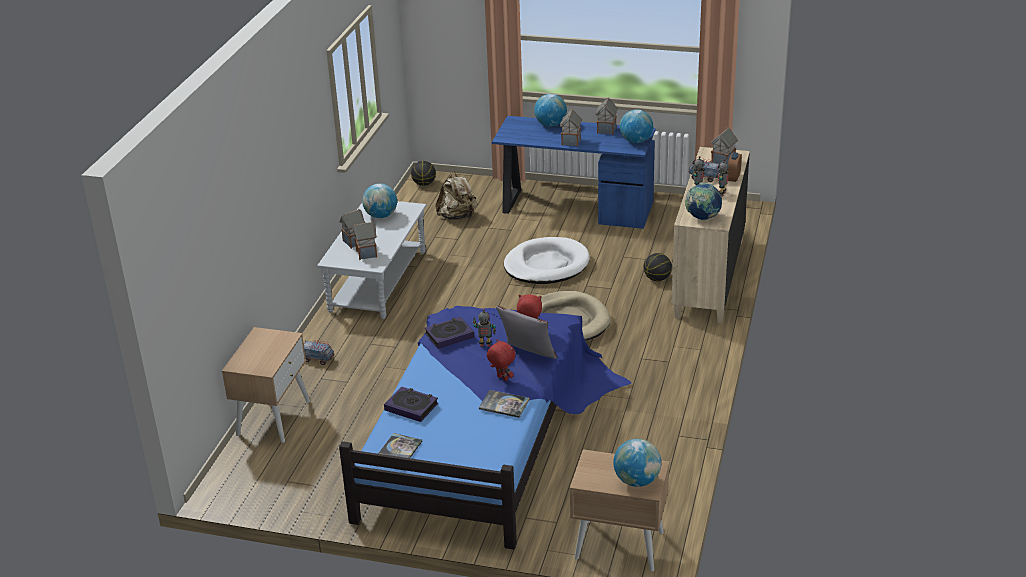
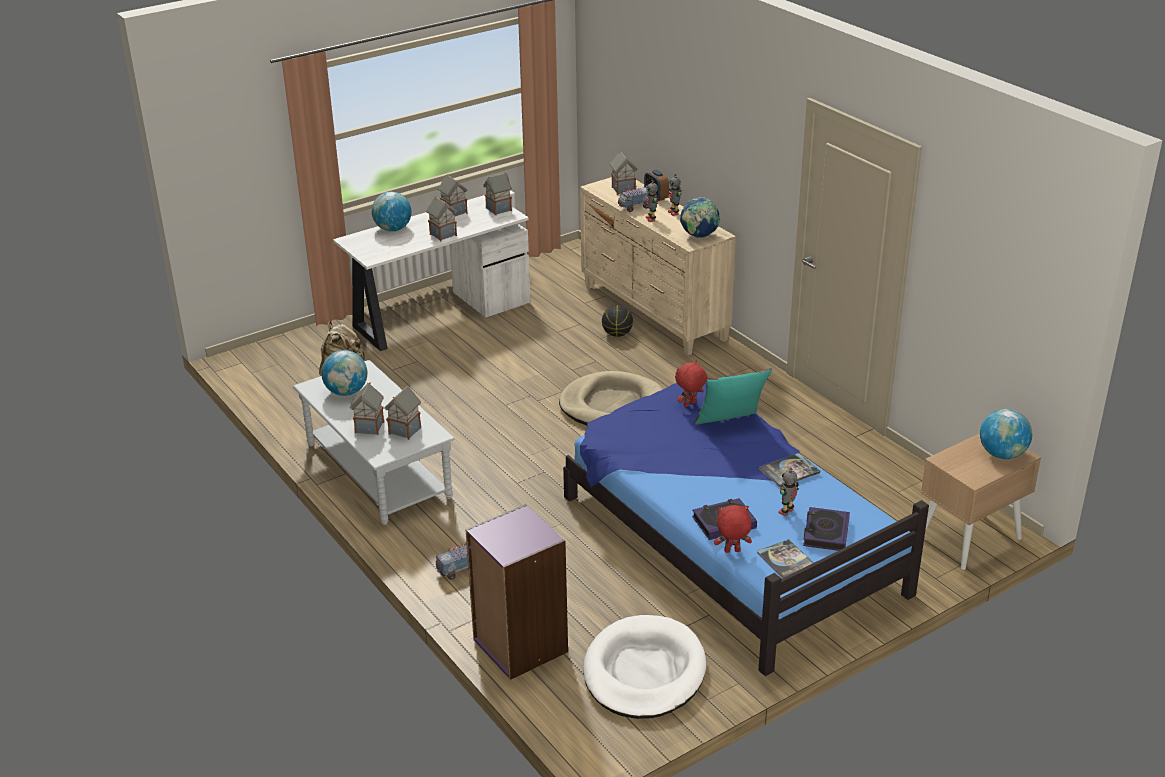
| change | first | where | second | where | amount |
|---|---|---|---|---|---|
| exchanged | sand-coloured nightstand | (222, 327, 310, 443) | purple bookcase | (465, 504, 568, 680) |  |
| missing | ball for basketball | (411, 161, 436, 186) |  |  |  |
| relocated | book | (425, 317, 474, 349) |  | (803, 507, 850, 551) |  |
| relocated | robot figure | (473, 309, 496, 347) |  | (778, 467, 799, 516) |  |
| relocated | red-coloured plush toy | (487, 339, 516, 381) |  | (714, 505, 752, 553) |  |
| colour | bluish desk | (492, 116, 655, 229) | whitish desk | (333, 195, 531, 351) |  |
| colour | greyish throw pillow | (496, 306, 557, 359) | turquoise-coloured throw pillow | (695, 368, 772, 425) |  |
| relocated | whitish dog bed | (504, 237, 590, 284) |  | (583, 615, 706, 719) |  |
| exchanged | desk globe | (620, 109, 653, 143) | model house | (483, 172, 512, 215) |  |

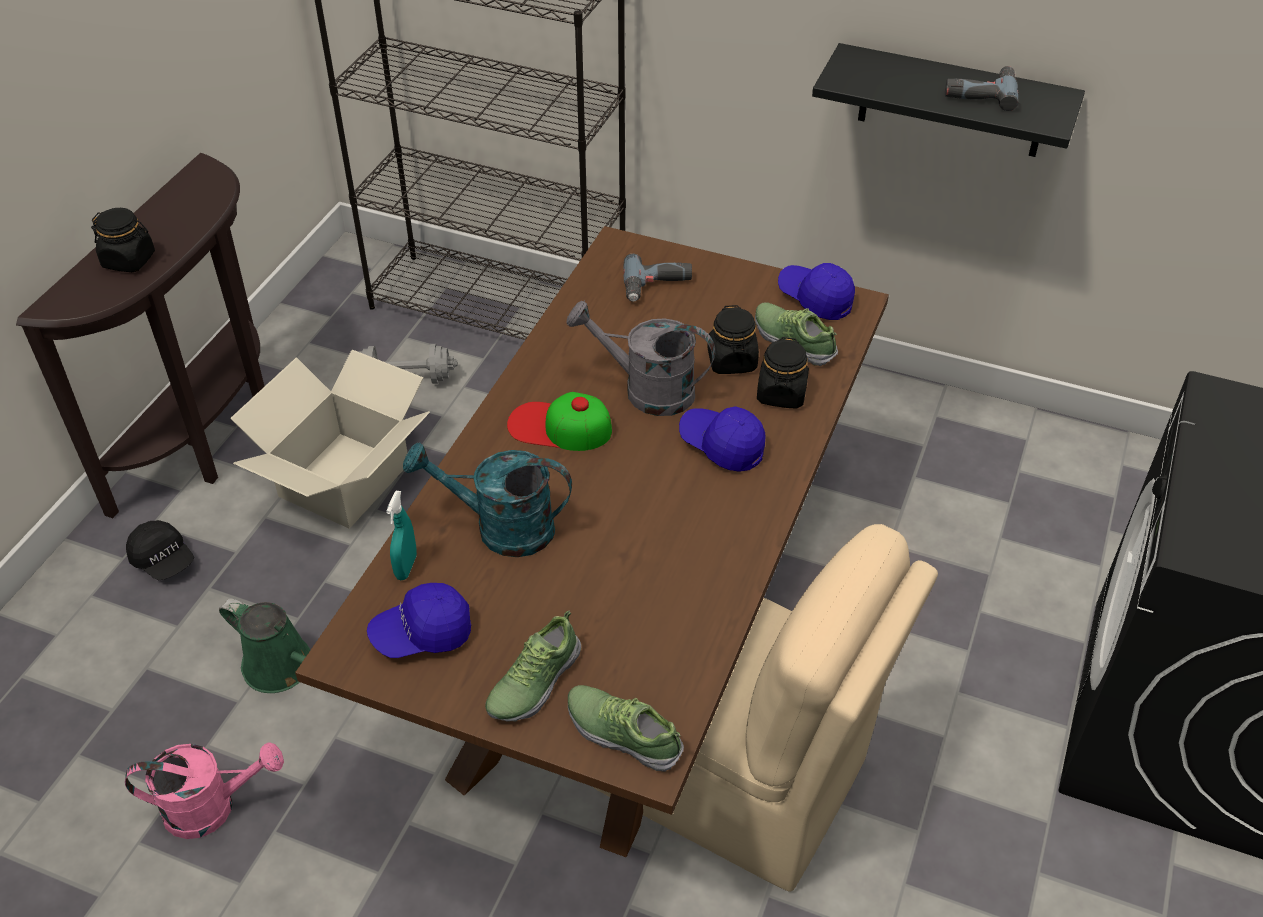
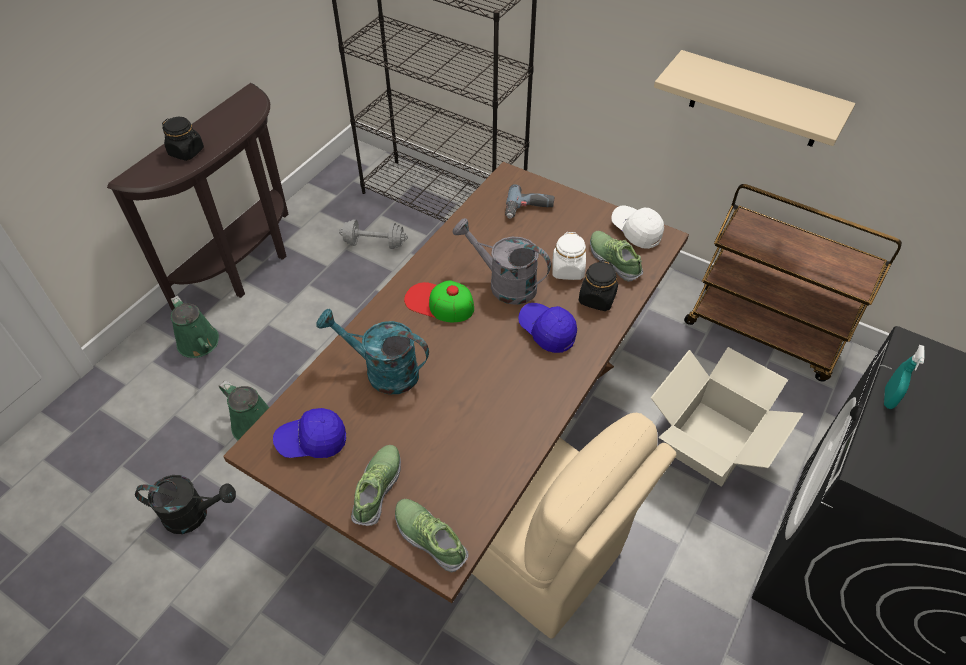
| change | first | where | second | where | amount |
|---|---|---|---|---|---|
| colour | pinkish sprinkling can | (125, 742, 284, 839) | black sprinkling can | (135, 475, 236, 534) |  |
| exchanged | black cap | (126, 520, 194, 580) | green sprinkling can | (171, 296, 219, 358) |  |
| relocated | carton | (230, 349, 430, 529) |  | (651, 347, 803, 487) |  |
| relocated | turquoise-coloured sprayer | (386, 491, 417, 580) |  | (884, 345, 925, 409) |  |
| spun | item of footwear | (485, 611, 581, 722) |  | (351, 445, 401, 526) | 150 degrees clockwise |
| colour | black preserve jar | (707, 305, 759, 374) | whitish preserve jar | (552, 232, 586, 280) |  |
| colour | bluish cap | (778, 263, 855, 320) | whitish cap | (611, 205, 664, 249) |  |
| colour | black wall shelf | (812, 43, 1085, 157) | sand-coloured wall shelf | (654, 50, 855, 147) |  |
| missing | drill | (945, 66, 1019, 111) |  |  |  |
| appeared |  |  | brown-coloured wheeled cart | (684, 184, 902, 382) |  |

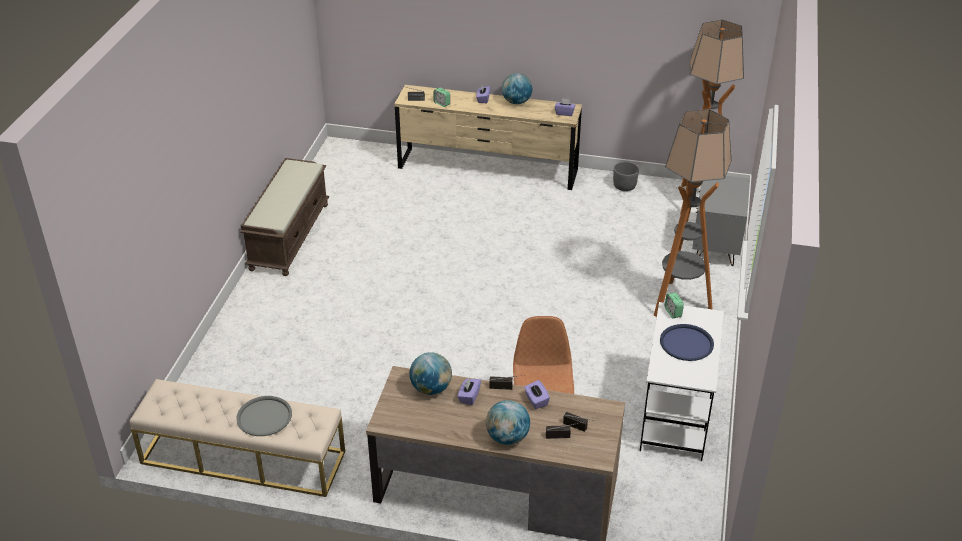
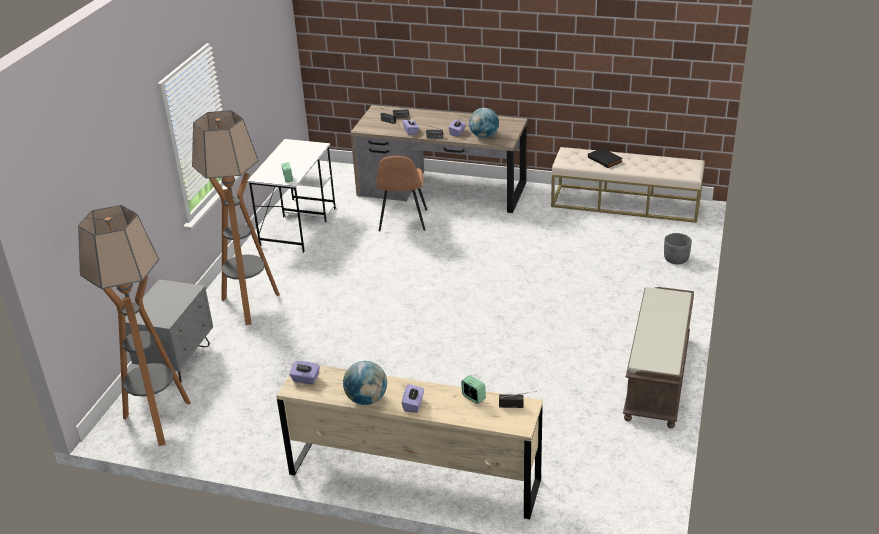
| change | first | where | second | where | amount |
|---|---|---|---|---|---|
| exchanged | greyish tray | (236, 396, 292, 436) | black book | (588, 148, 623, 168) |  |
| missing | desk globe | (486, 400, 530, 445) |  |  |  |
| relocated | greyish flower pot | (613, 162, 639, 191) |  | (664, 233, 692, 264) |  |
| missing | bluish tray | (660, 324, 714, 361) |  |  |  |

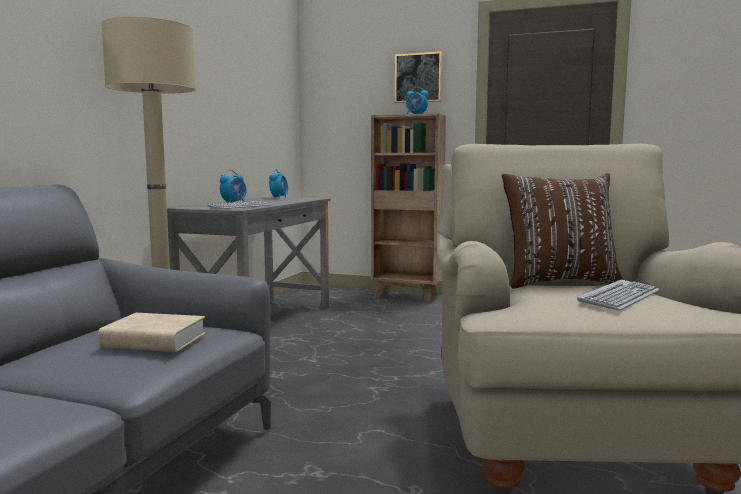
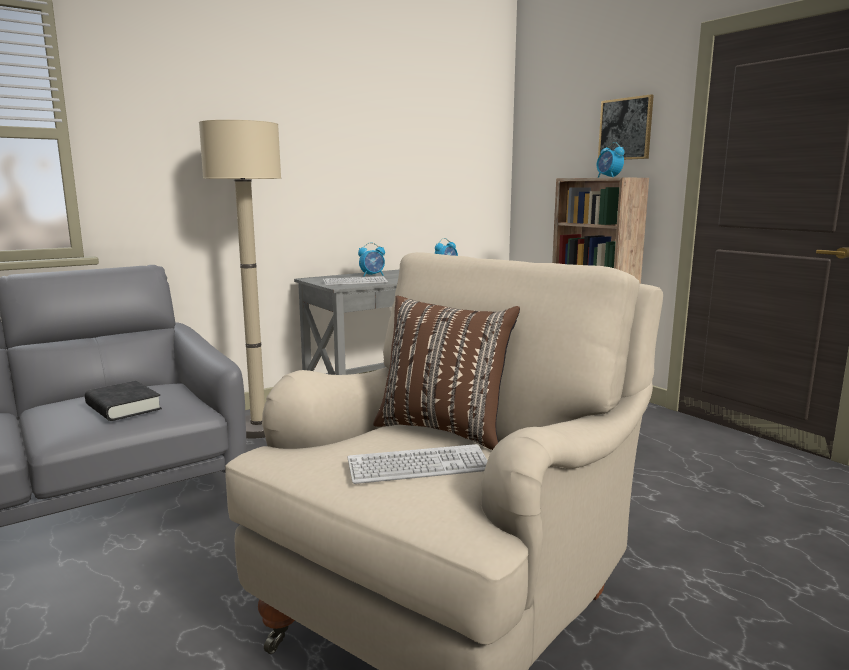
| change | first | where | second | where | amount |
|---|---|---|---|---|---|
| colour | sand-coloured book | (98, 313, 206, 352) | black book | (85, 381, 162, 421) |  |

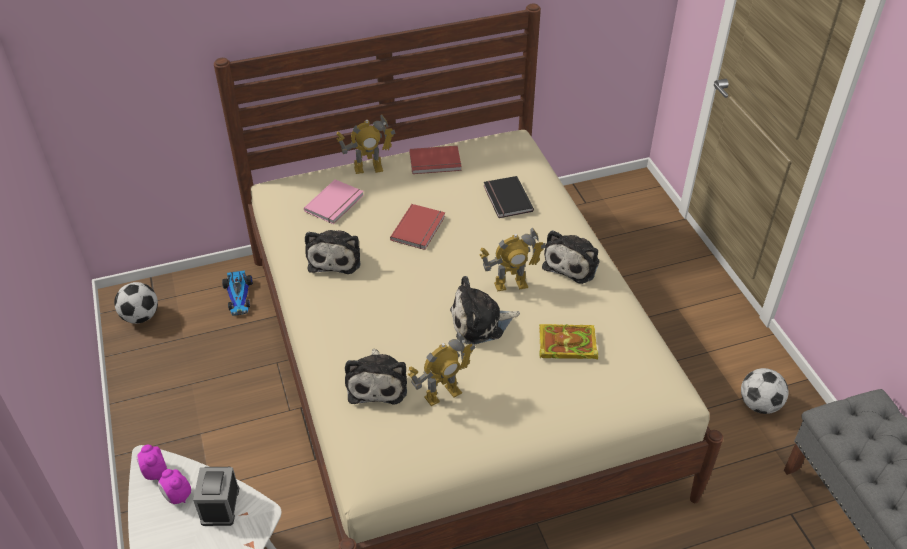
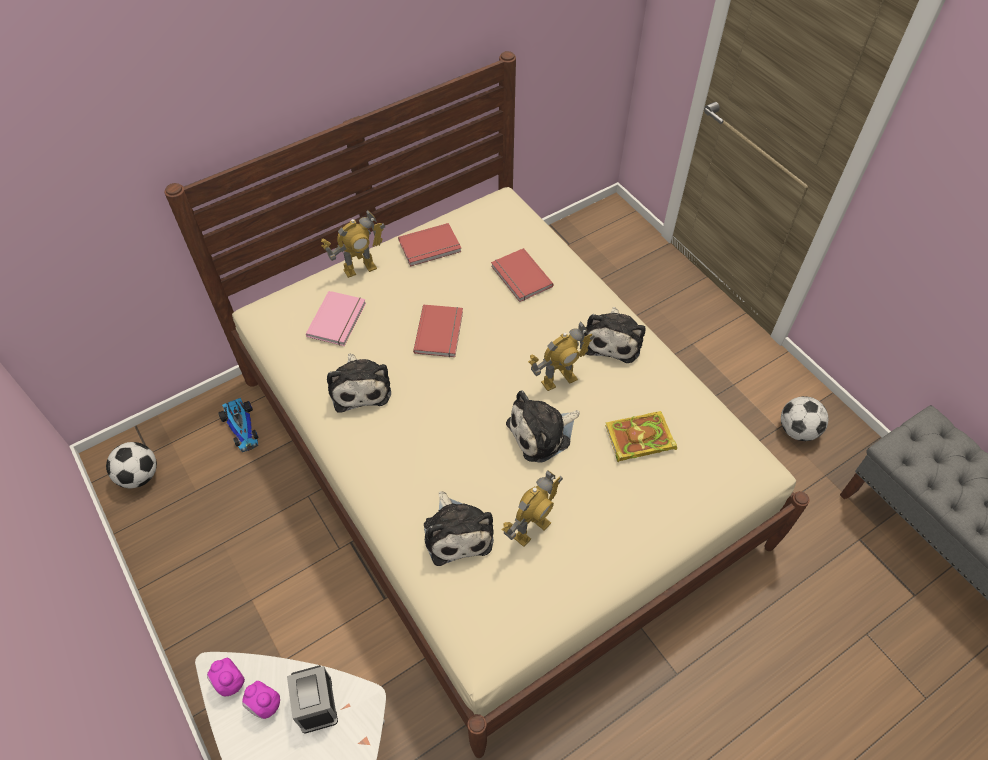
| change | first | where | second | where | amount |
|---|---|---|---|---|---|
| colour | black book | (484, 176, 534, 218) | red-coloured book | (491, 248, 553, 302) |  |

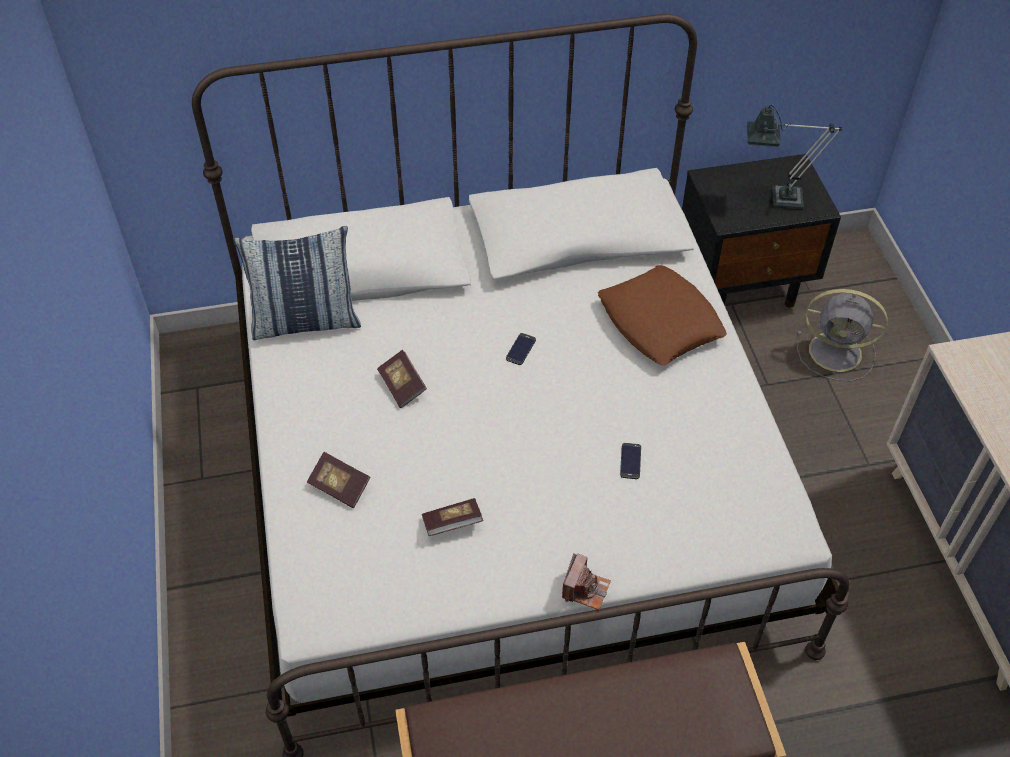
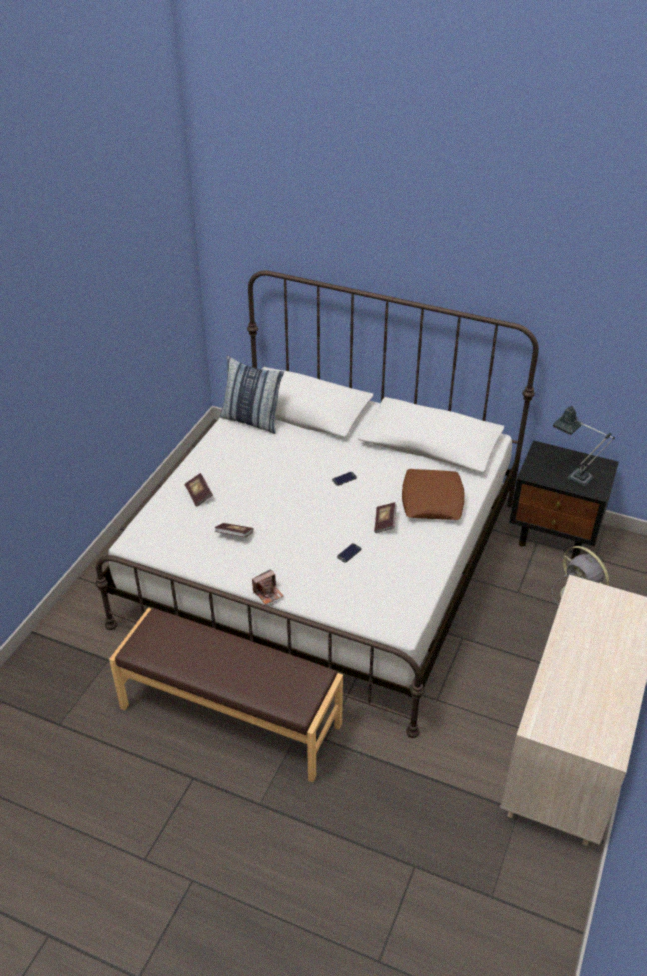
| change | first | where | second | where | amount |
|---|---|---|---|---|---|
| relocated | book | (377, 350, 427, 408) |  | (374, 502, 397, 533) |  |

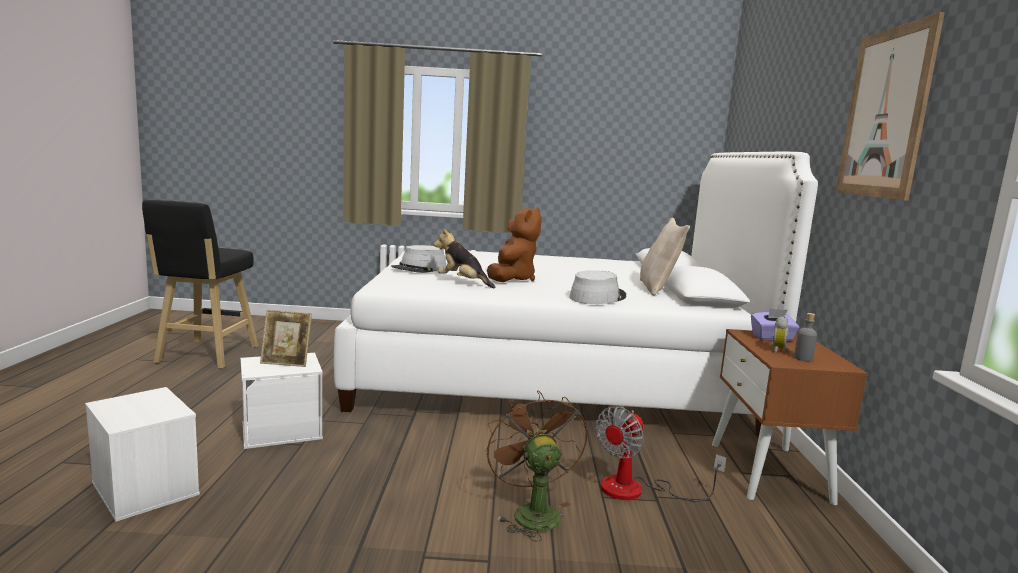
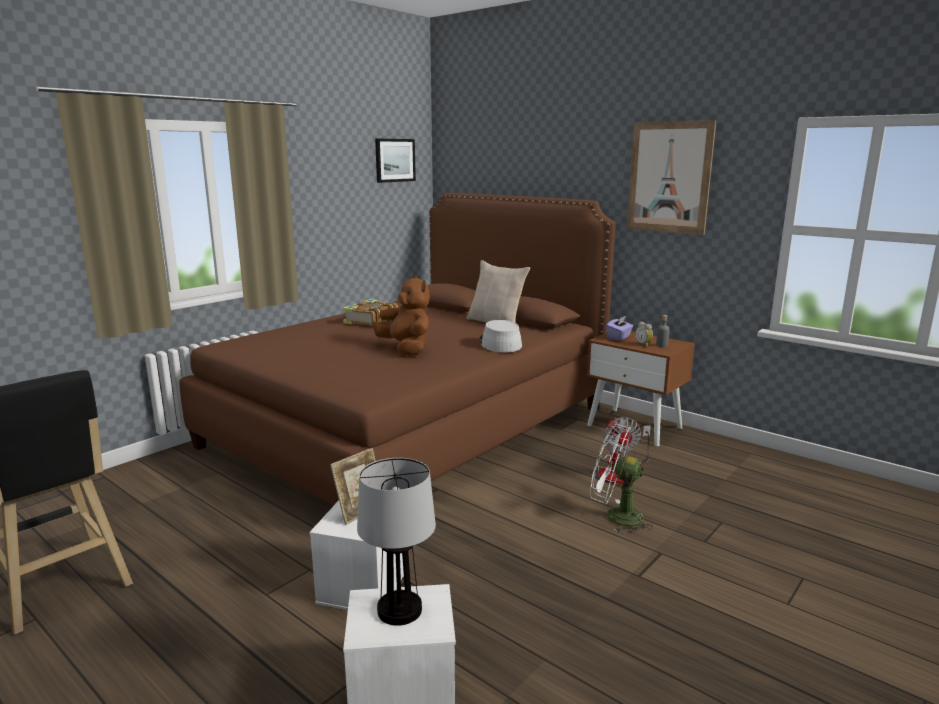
| change | first | where | second | where | amount |
|---|---|---|---|---|---|
| colour | whitish sleeping bed | (334, 152, 818, 438) | brown-coloured sleeping bed | (179, 193, 616, 506) |  |
| missing | greyish clothing hat | (391, 245, 446, 273) |  |  |  |
| missing | plush toy | (434, 228, 496, 288) |  |  |  |
| colour | brown-coloured cooling fan | (485, 391, 588, 542) | whitish cooling fan | (590, 424, 653, 534) |  |
| appeared |  |  | book | (342, 299, 398, 327) |  |
| appeared |  |  | tabletop lamp | (357, 458, 436, 626) |  |
| appeared |  |  | wall picture | (375, 139, 416, 183) |  |

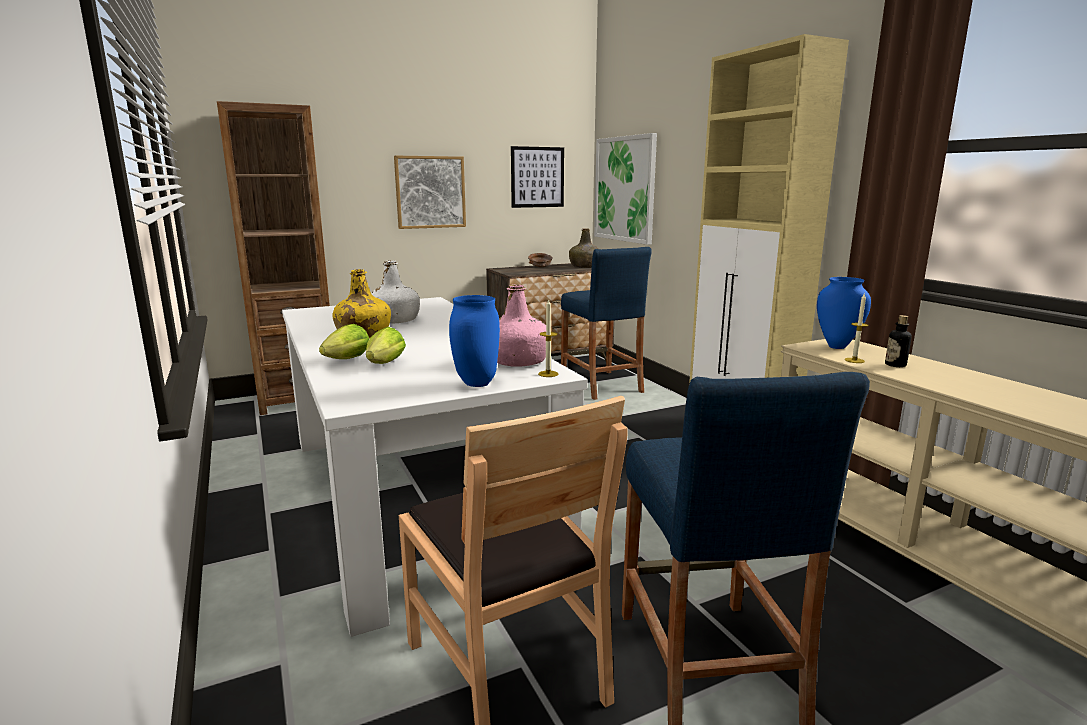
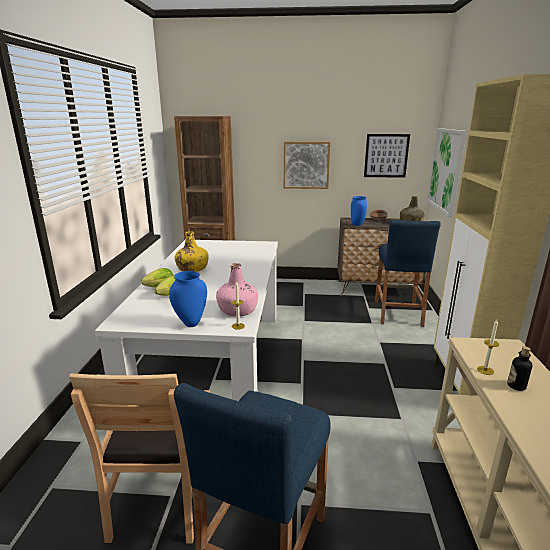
| change | first | where | second | where | amount |
|---|---|---|---|---|---|
| missing | whitish beverage bottle | (371, 261, 420, 323) |  |  |  |
| relocated | bluish decorative vase | (817, 277, 871, 349) |  | (351, 196, 367, 226) |  |

